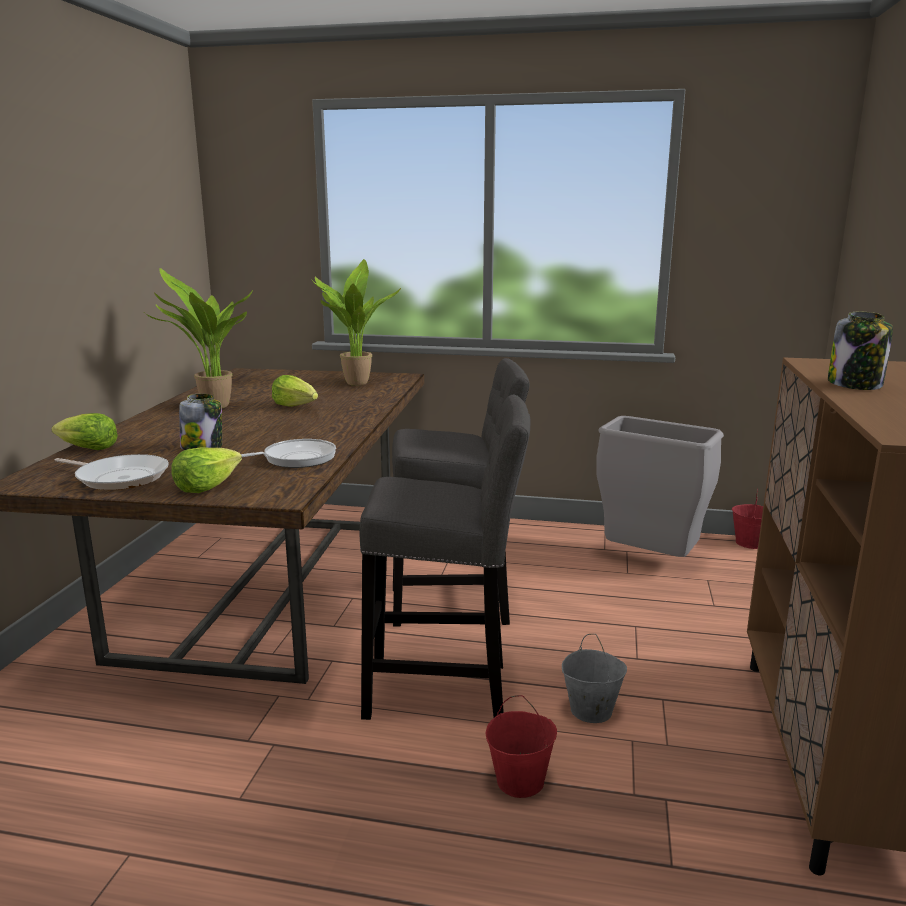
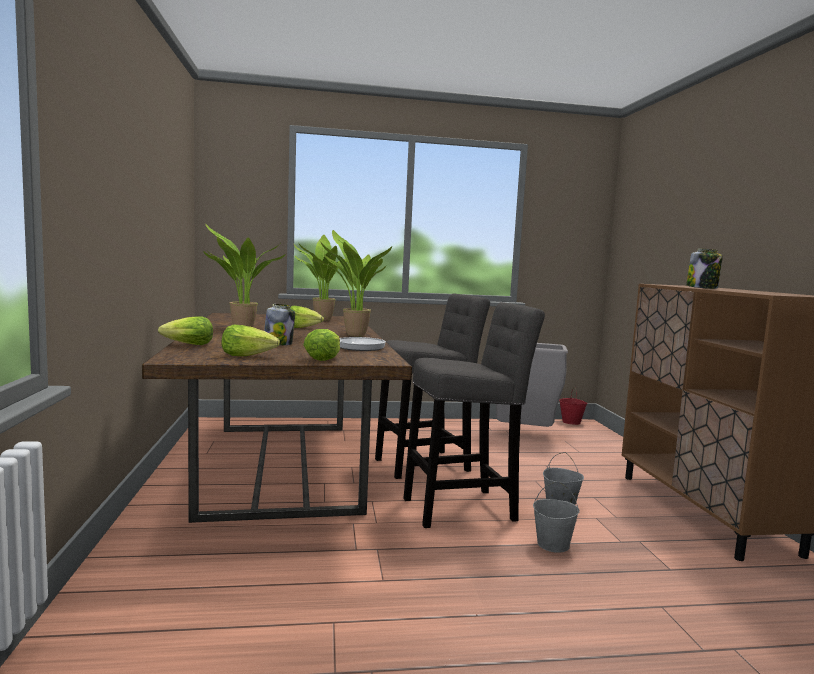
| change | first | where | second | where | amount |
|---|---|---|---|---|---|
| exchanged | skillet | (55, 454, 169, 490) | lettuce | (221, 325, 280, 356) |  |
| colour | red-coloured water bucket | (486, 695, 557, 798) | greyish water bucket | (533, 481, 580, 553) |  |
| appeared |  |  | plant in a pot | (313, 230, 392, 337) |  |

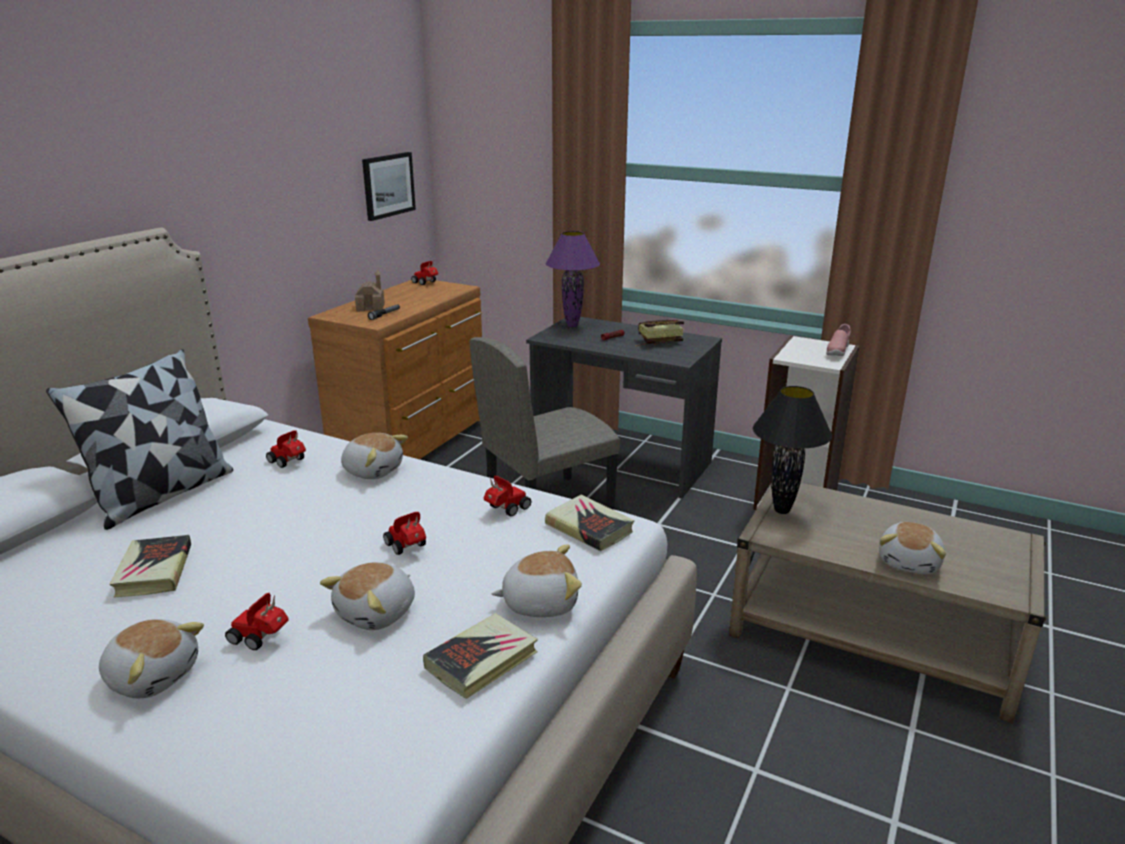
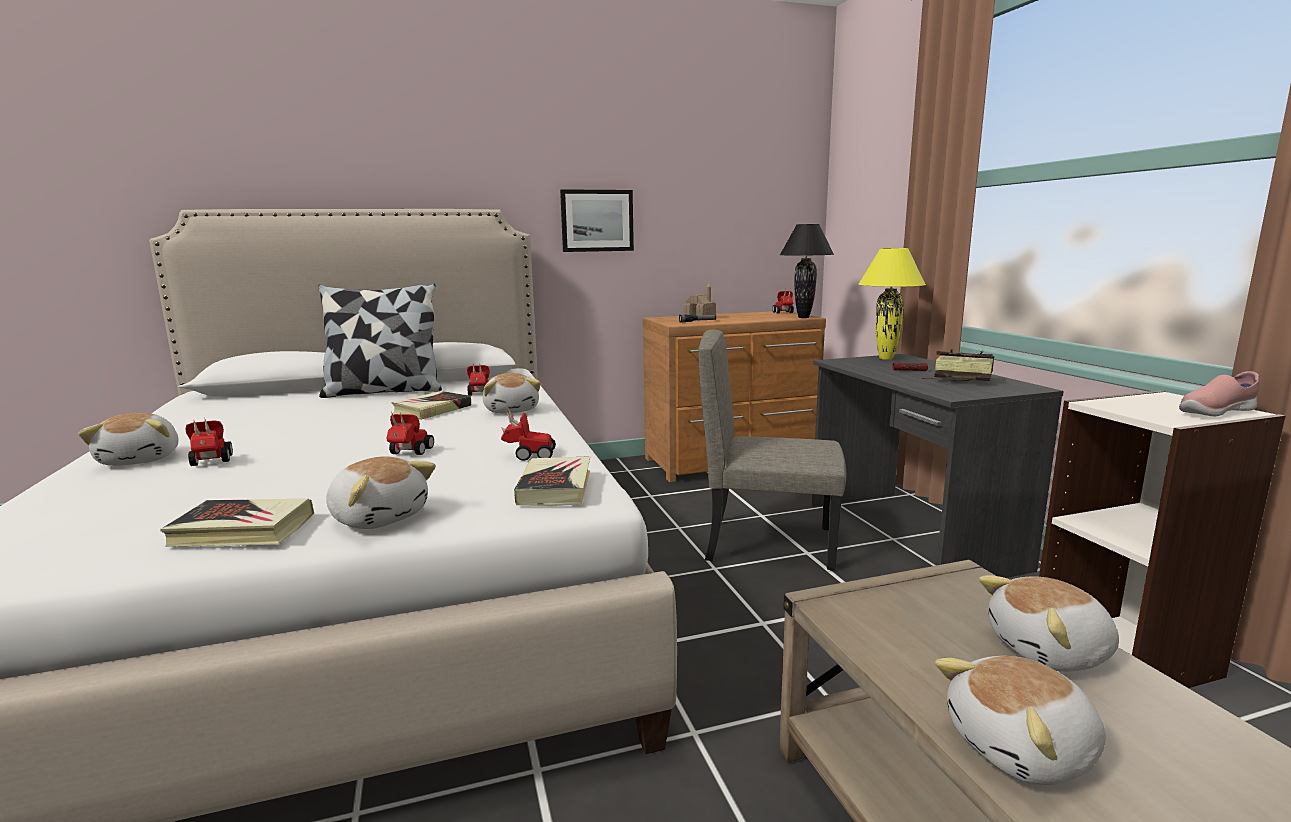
| change | first | where | second | where | amount |
|---|---|---|---|---|---|
| relocated | book | (109, 535, 191, 598) |  | (391, 391, 471, 420) |  |
| relocated | plush toy | (320, 562, 415, 630) |  | (979, 575, 1119, 672) |  |
| relocated | wall picture | (362, 152, 416, 221) |  | (560, 189, 634, 252) |  |
| colour | purple tabletop lamp | (545, 231, 600, 327) | yellow-coloured tabletop lamp | (859, 248, 926, 360) |  |
| relocated | black tabletop lamp | (753, 386, 832, 514) |  | (780, 224, 834, 318) |  |

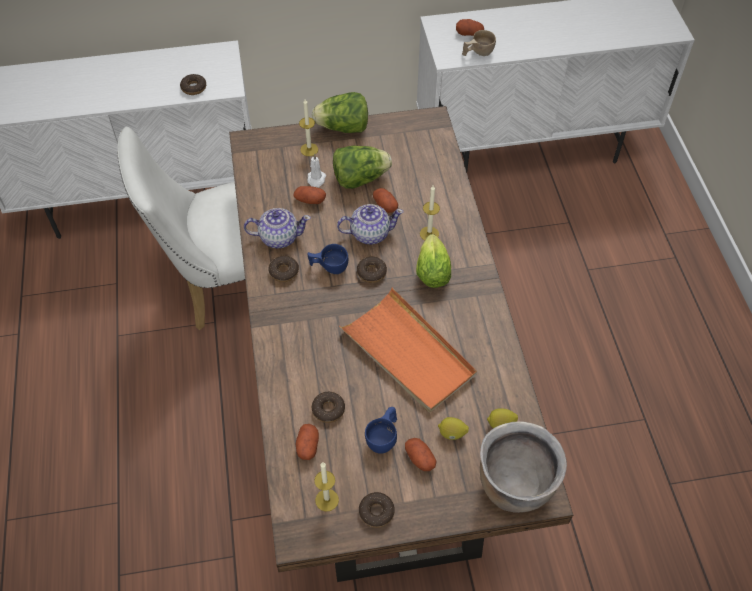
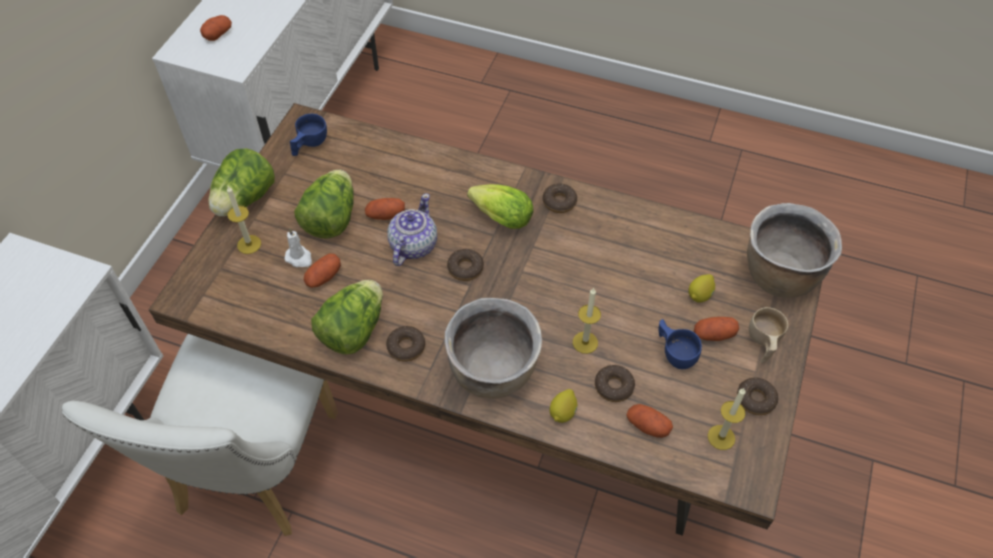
| change | first | where | second | where | amount |
|---|---|---|---|---|---|
| relocated | donut | (180, 74, 206, 95) |  | (543, 184, 577, 213) |  |
| exchanged | teapot | (244, 208, 311, 249) | lettuce | (311, 280, 383, 355) |  |
| relocated | bluish drinking cup | (308, 244, 348, 274) |  | (290, 114, 327, 156) |  |
| missing | orange-coloured tray | (339, 288, 477, 412) |  |  |  |
| relocated | wax light | (420, 185, 440, 241) |  | (573, 288, 601, 354) |  |
| relocated | sand-coloured drinking cup | (462, 30, 496, 56) |  | (749, 307, 788, 363) |  |
| relocated | lemon | (487, 408, 518, 428) |  | (550, 389, 577, 423) |  |
| appeared |  |  | brown-coloured cooking pot | (444, 298, 542, 399) |  |

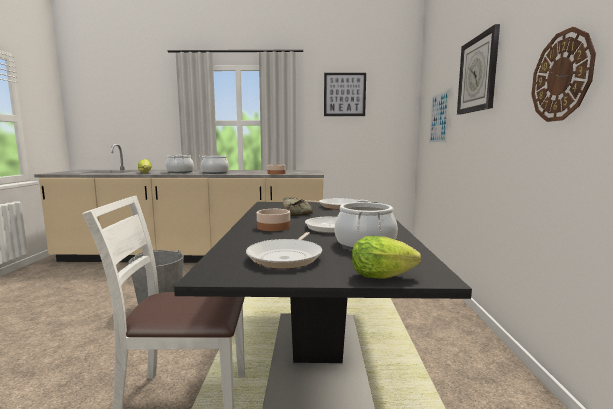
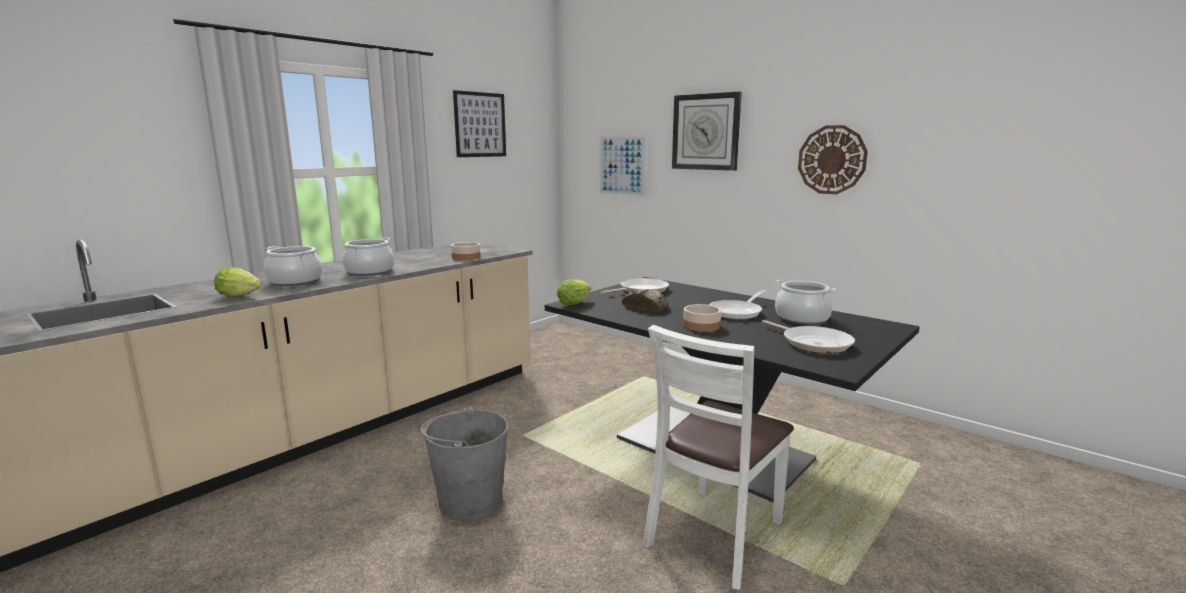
| change | first | where | second | where | amount |
|---|---|---|---|---|---|
| relocated | lettuce | (352, 236, 421, 279) |  | (557, 279, 591, 306) |  |

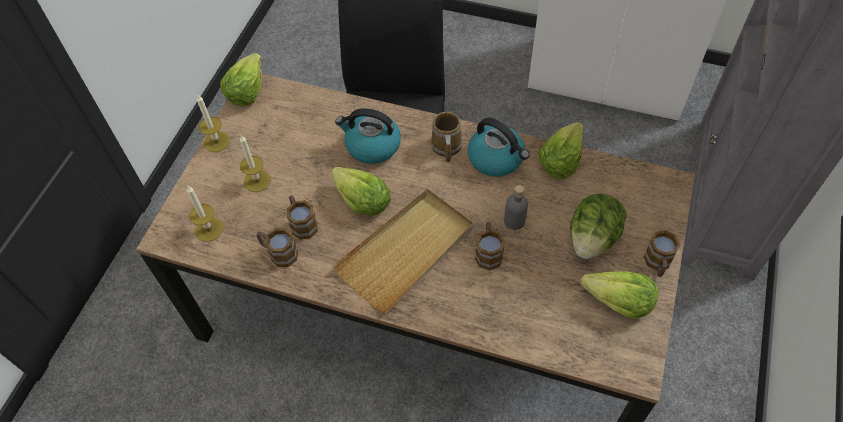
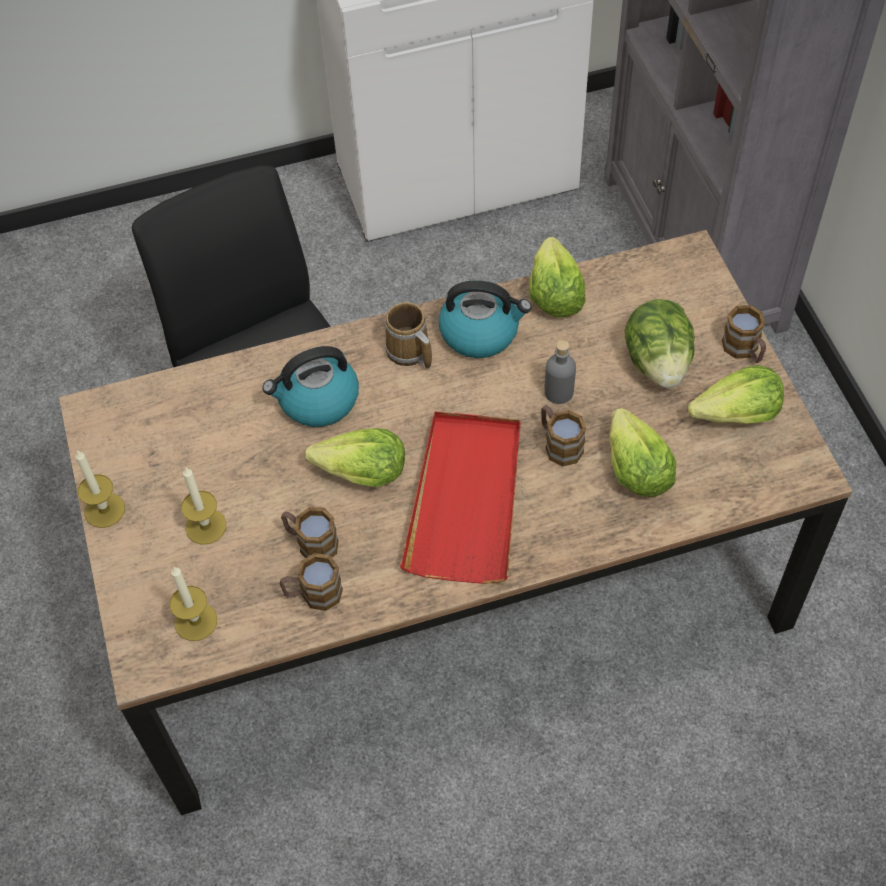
| change | first | where | second | where | amount |
|---|---|---|---|---|---|
| relocated | lettuce | (220, 53, 262, 106) |  | (610, 408, 676, 497) |  |
| colour | sand-coloured tray | (332, 189, 473, 313) | red-coloured tray | (400, 412, 520, 584) |  |

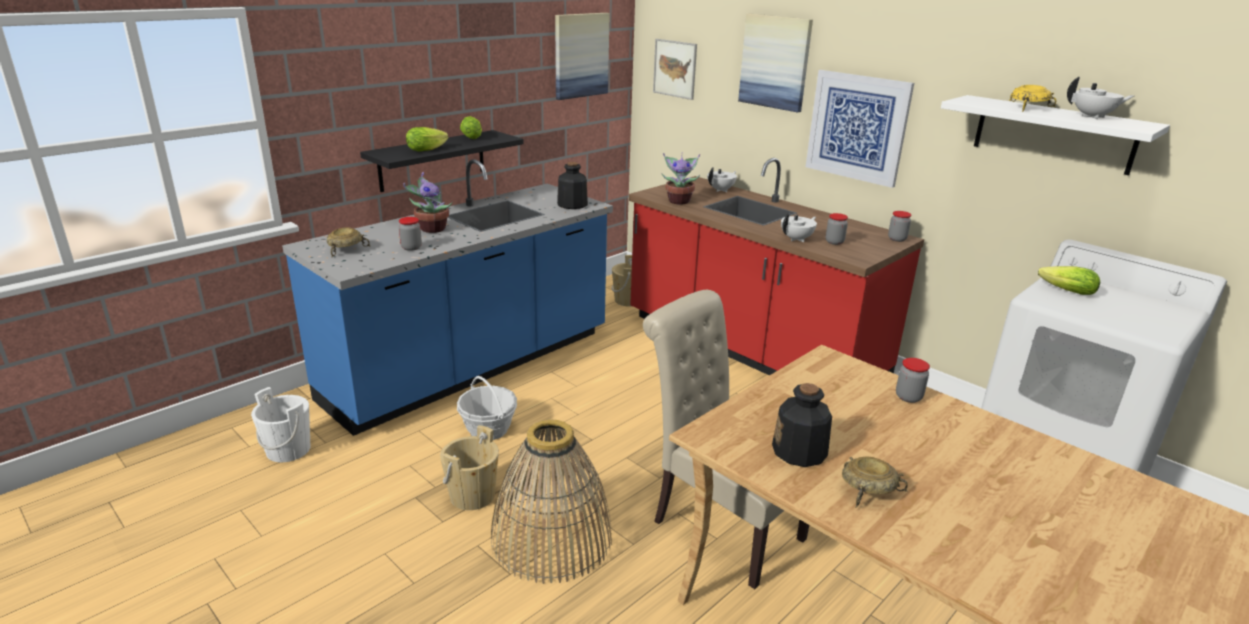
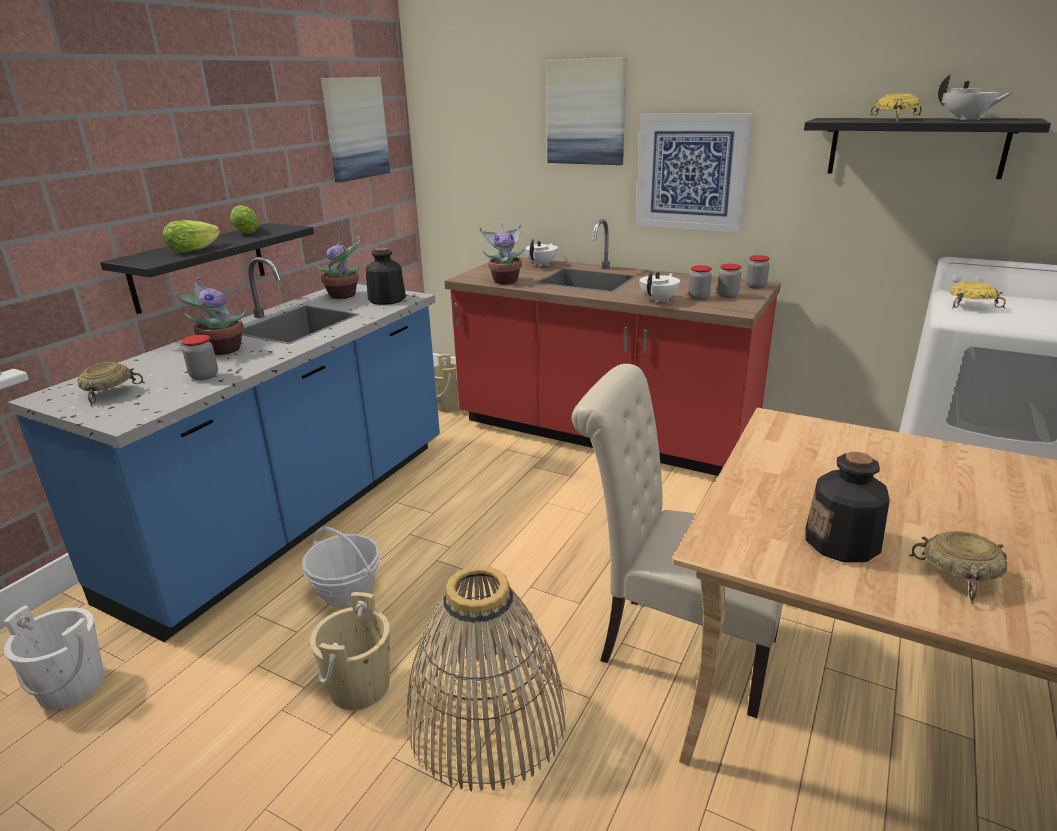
| change | first | where | second | where | amount |
|---|---|---|---|---|---|
| missing | wall picture | (653, 39, 697, 100) |  |  |  |
| relocated | preserve jar | (896, 358, 930, 403) |  | (717, 264, 741, 298) |  |
| colour | whitish wall shelf | (941, 95, 1170, 175) | black wall shelf | (804, 118, 1051, 179) |  |
| exchanged | lettuce | (1038, 266, 1100, 295) | yellow-coloured serving bowl | (950, 282, 1006, 309) |  |
| spun | whitish teapot | (1067, 77, 1134, 119) |  | (938, 75, 1012, 120) | 60 degrees clockwise |
| appeared |  |  | plant in a pot | (314, 236, 361, 299) |  |

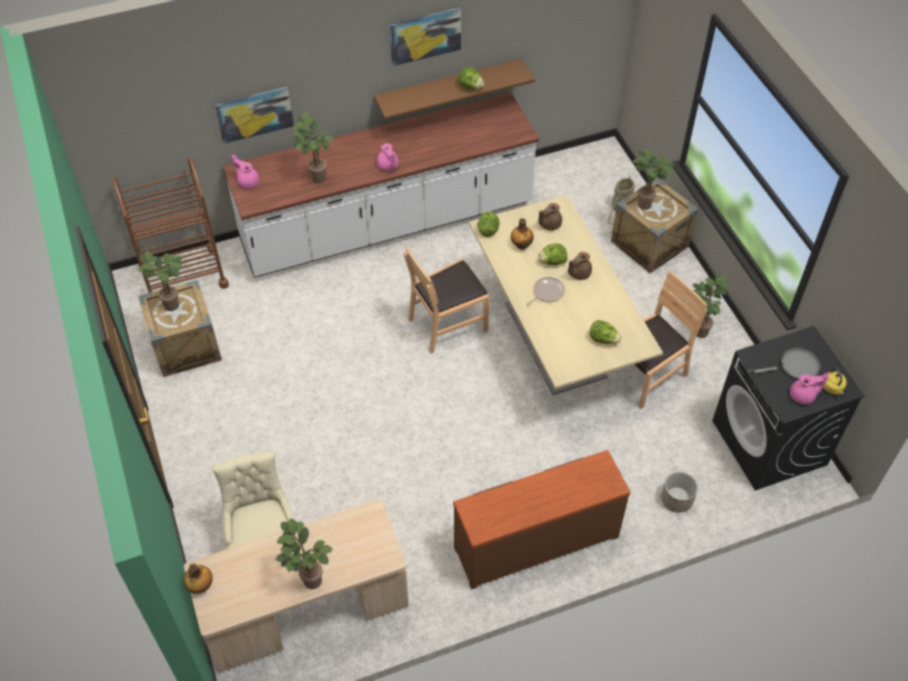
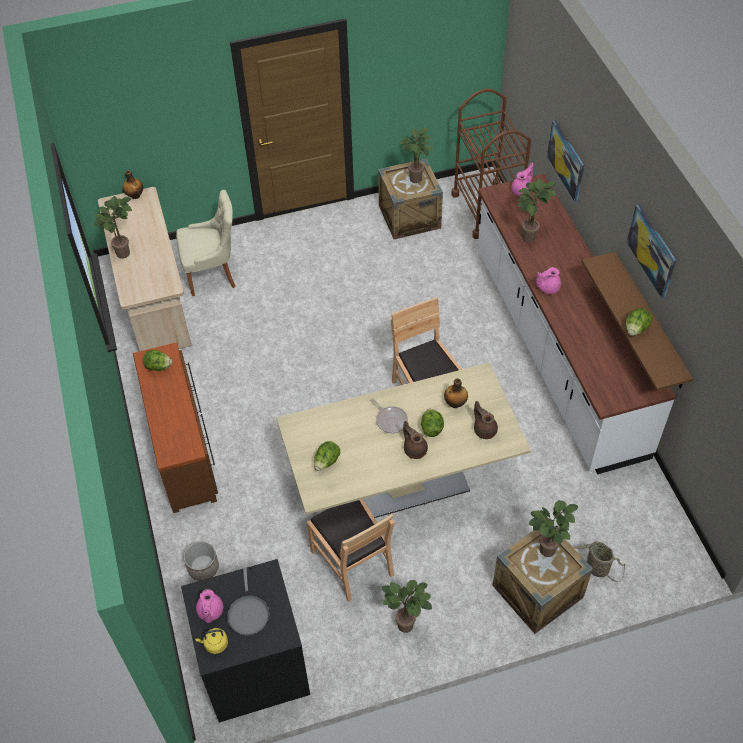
| change | first | where | second | where | amount |
|---|---|---|---|---|---|
| relocated | lettuce | (478, 211, 499, 237) |  | (143, 350, 172, 371) |  |

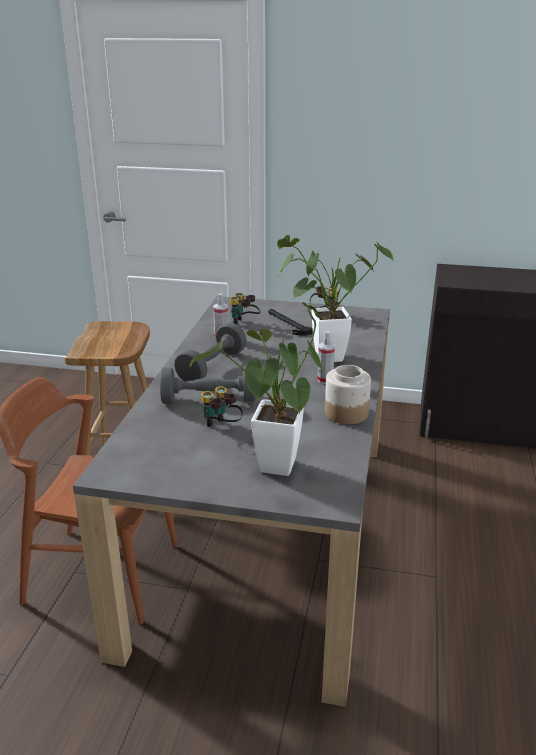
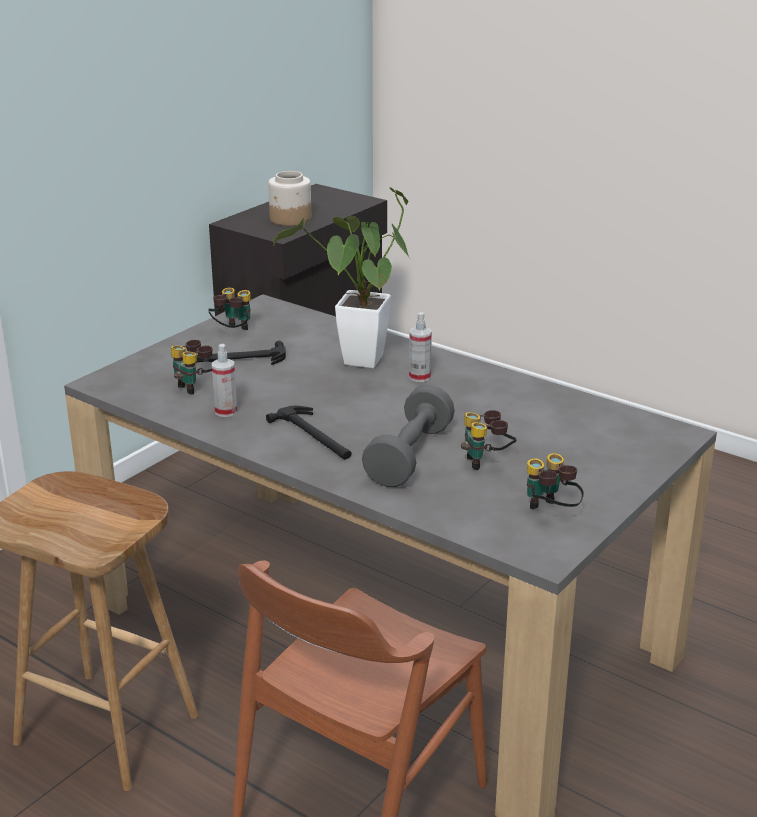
| change | first | where | second | where | amount |
|---|---|---|---|---|---|
| exchanged | greyish free weight | (174, 323, 247, 381) | hammer | (266, 406, 352, 459) |  |
| missing | plant in a pot | (190, 302, 324, 476) |  |  |  |
| relocated | preserve jar | (325, 365, 371, 424) |  | (268, 171, 311, 226) |  |
| appeared |  |  | pair of binoculars | (527, 453, 584, 509) |  |

